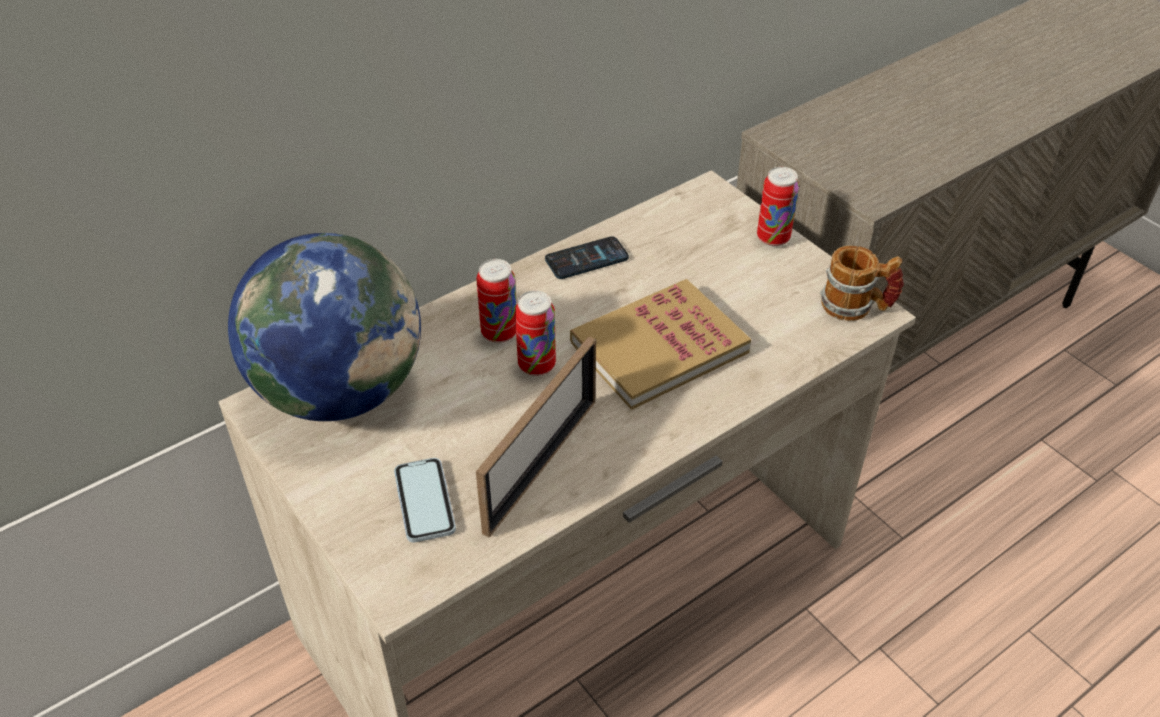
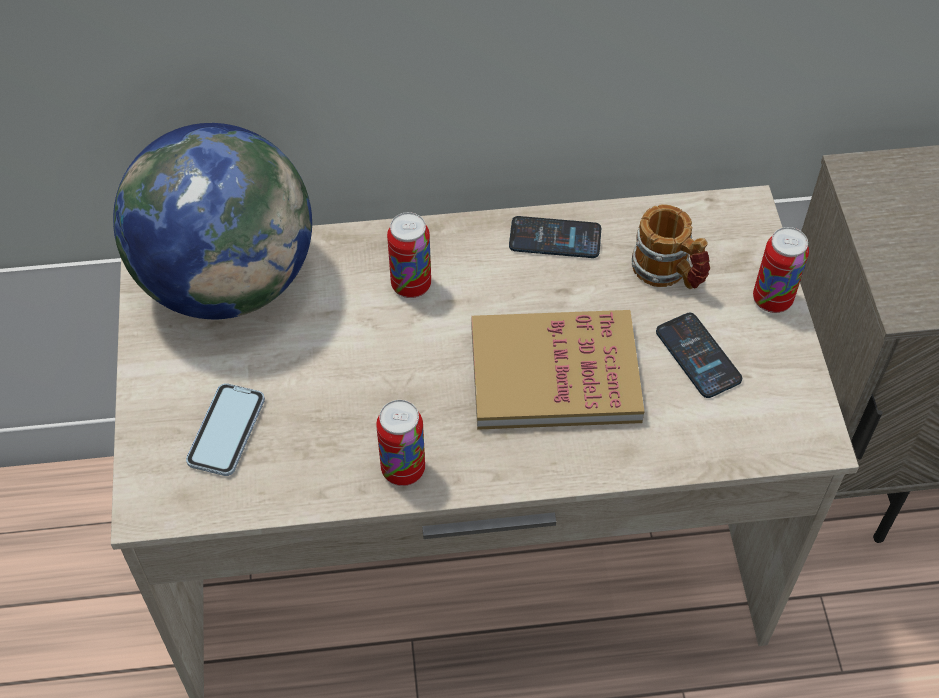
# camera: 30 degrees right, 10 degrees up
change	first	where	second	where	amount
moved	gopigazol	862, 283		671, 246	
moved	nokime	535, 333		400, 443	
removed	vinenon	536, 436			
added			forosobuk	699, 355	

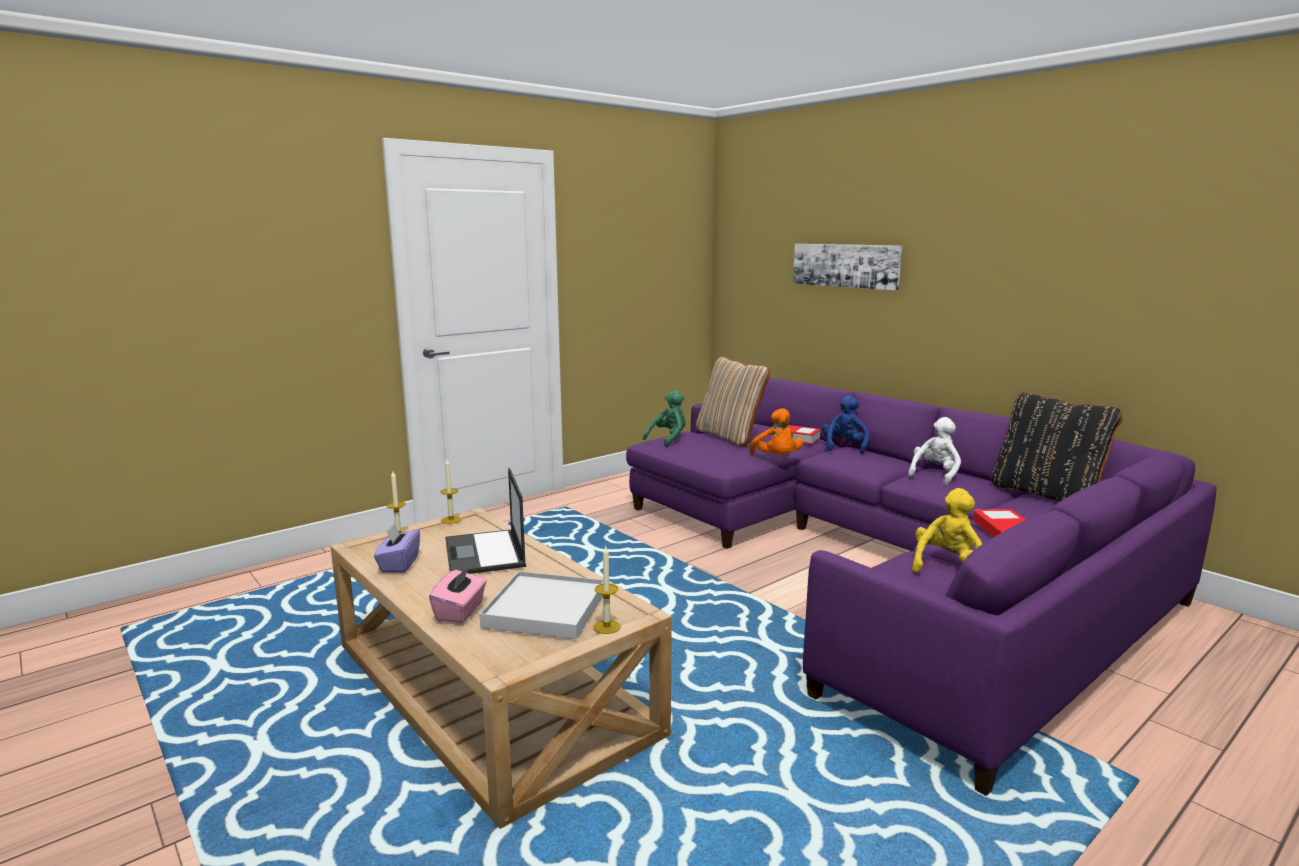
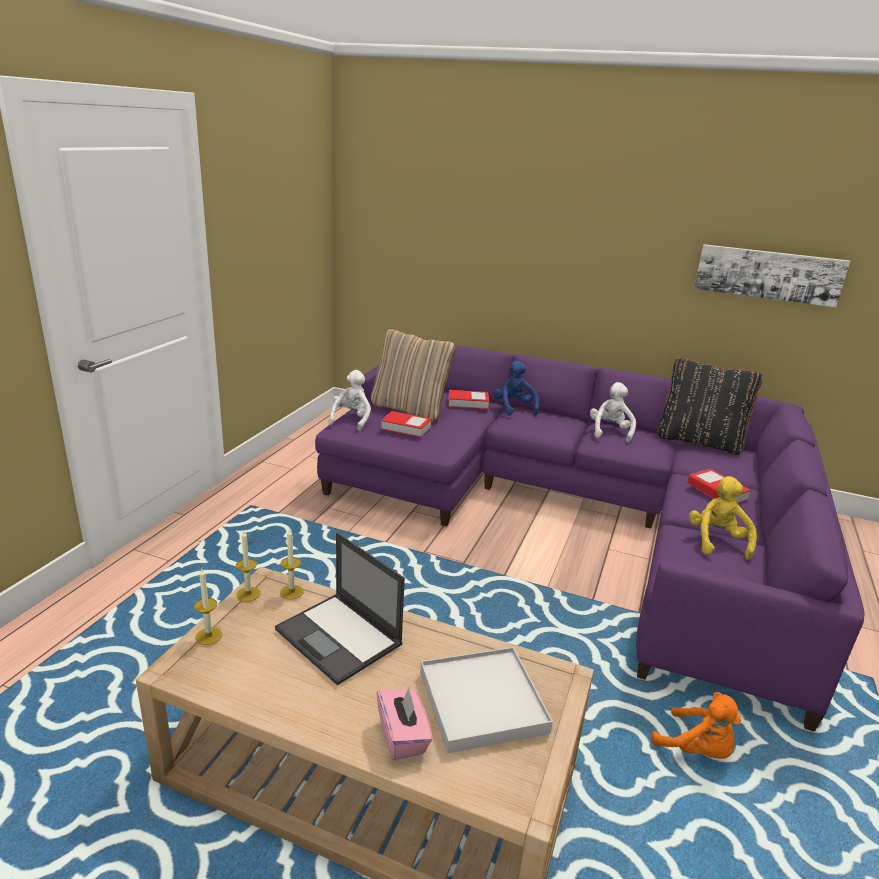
# camera: 30 degrees left, 10 degrees up
change	first	where	second	where	amount
moved	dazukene	847, 267		772, 275	
recoloured	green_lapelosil	664, 419	white_lapelosil	350, 400	
moved	orange_lapelosil	776, 431		696, 725	
removed	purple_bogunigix	397, 547			
moved	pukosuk	607, 590		292, 564	
added			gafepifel	406, 424	

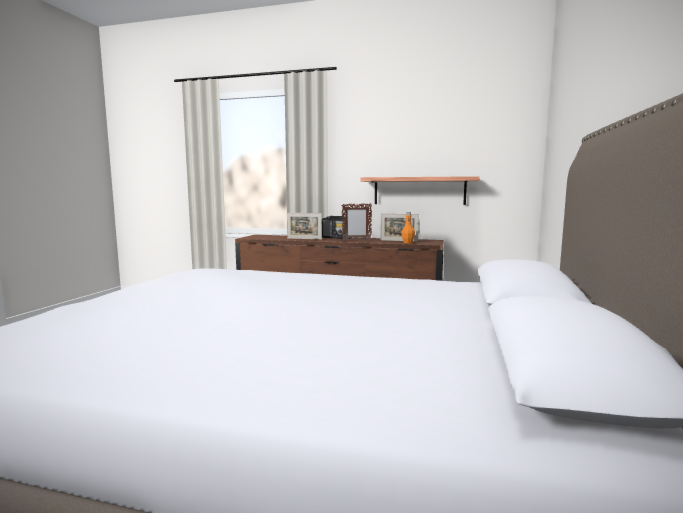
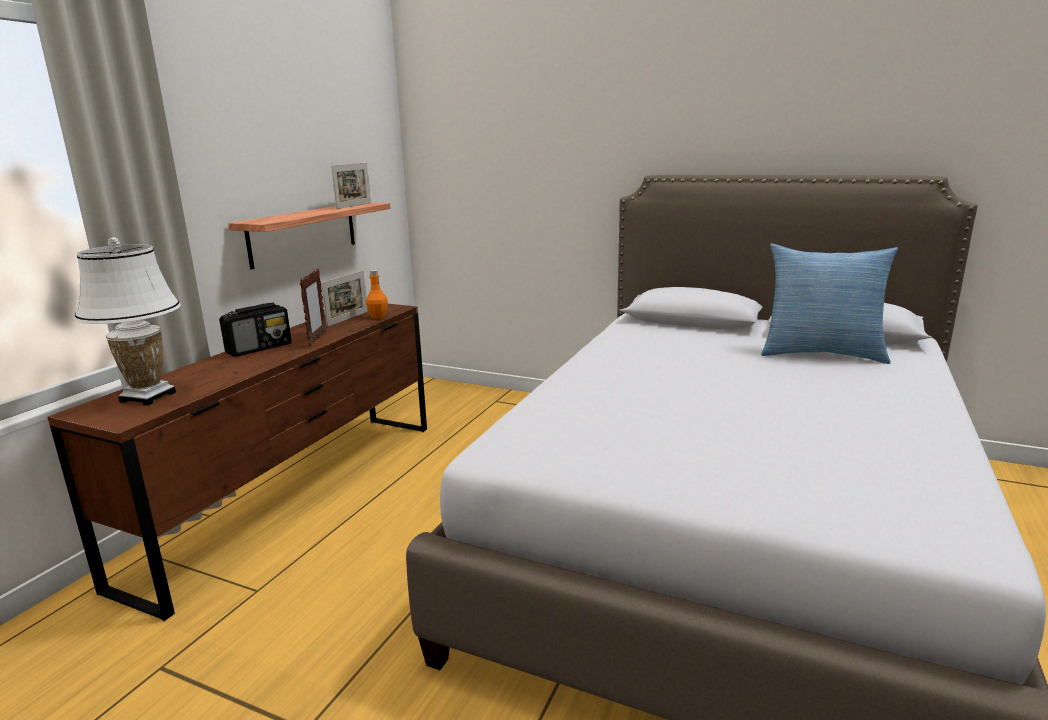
# camera: 80 degrees left, 10 degrees up
change	first	where	second	where	amount
moved	vinenon	304, 226		351, 186	
added			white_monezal	127, 321	
added			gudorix	829, 304	

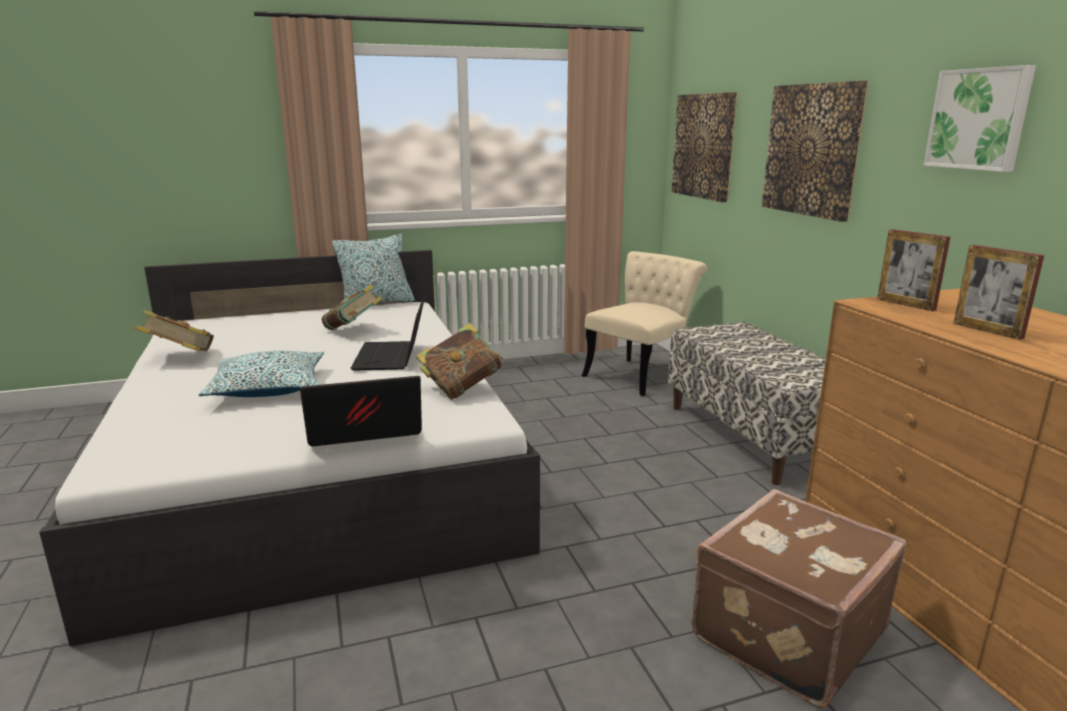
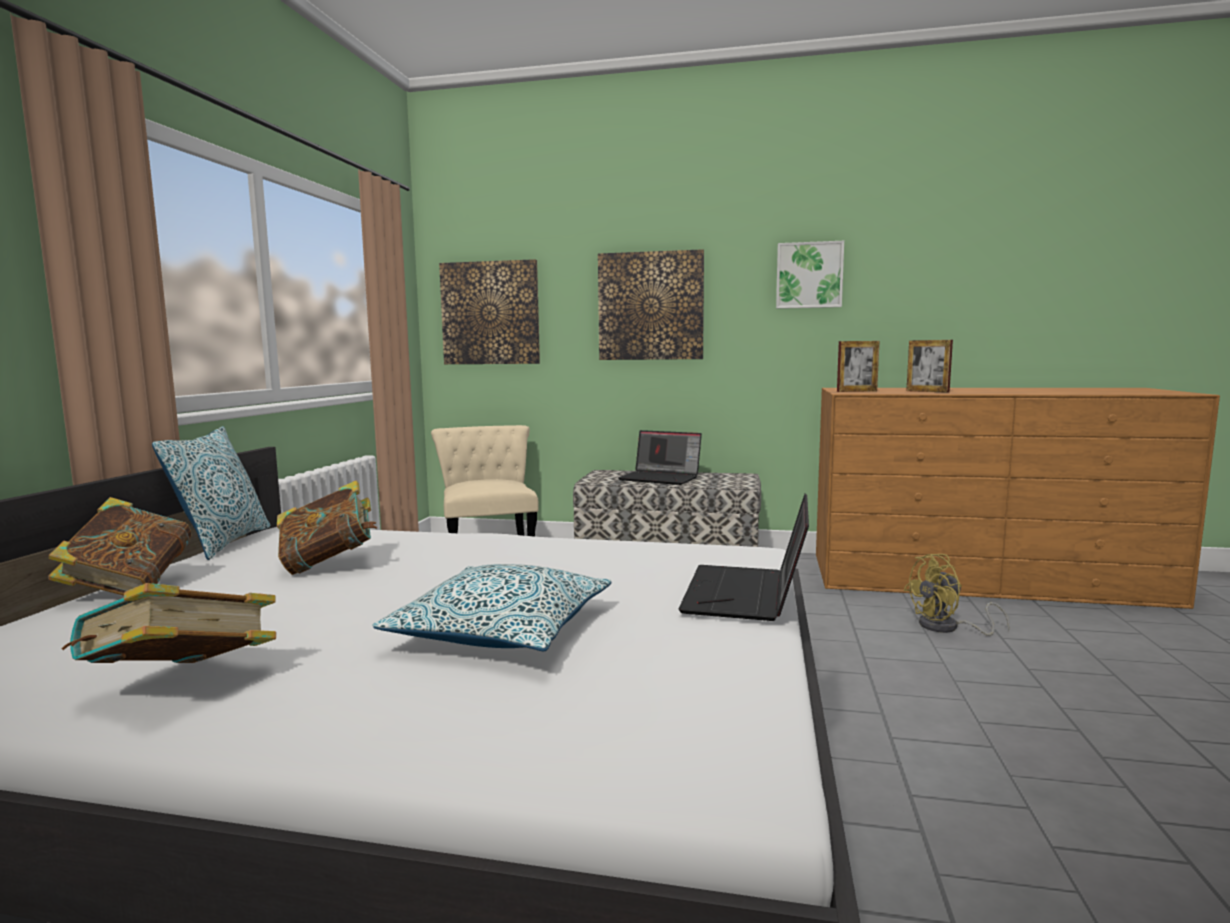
# camera: 60 degrees left, 10 degrees down
change	first	where	second	where	amount
turned	vinenon	998, 292		929, 366	45 degrees clockwise
moved	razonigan	388, 333		660, 457	
moved	gafepifel	460, 361		120, 546	
replaced	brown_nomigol	798, 598	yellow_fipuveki	956, 595	

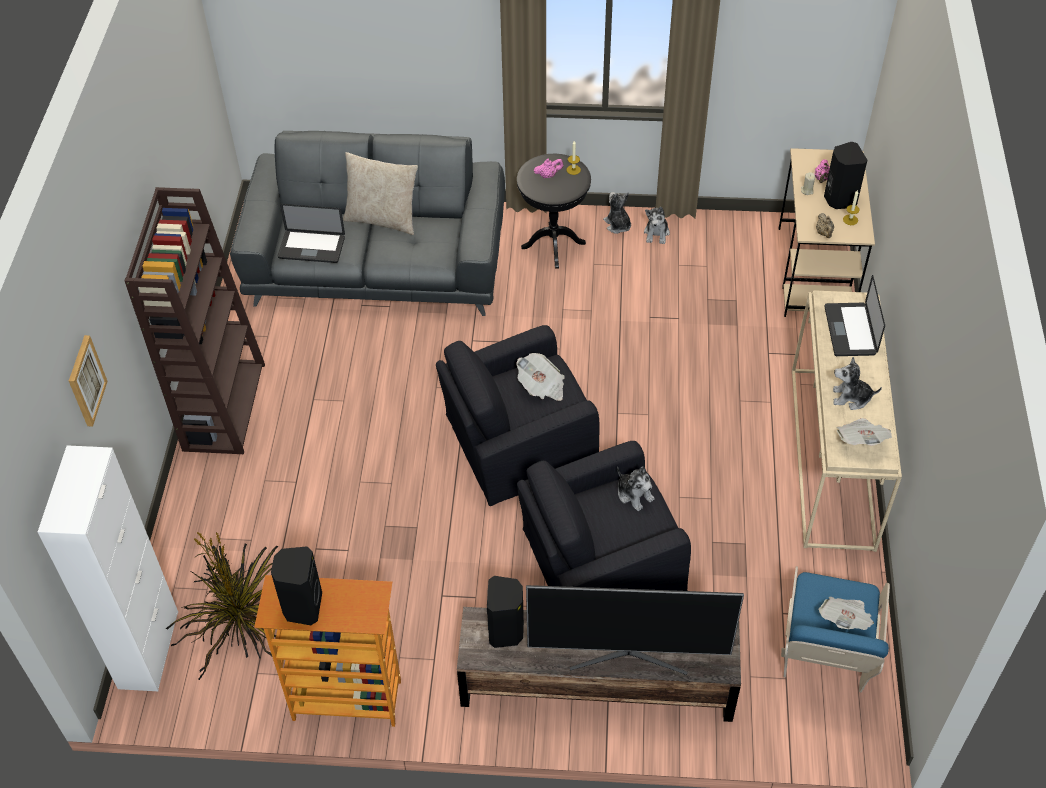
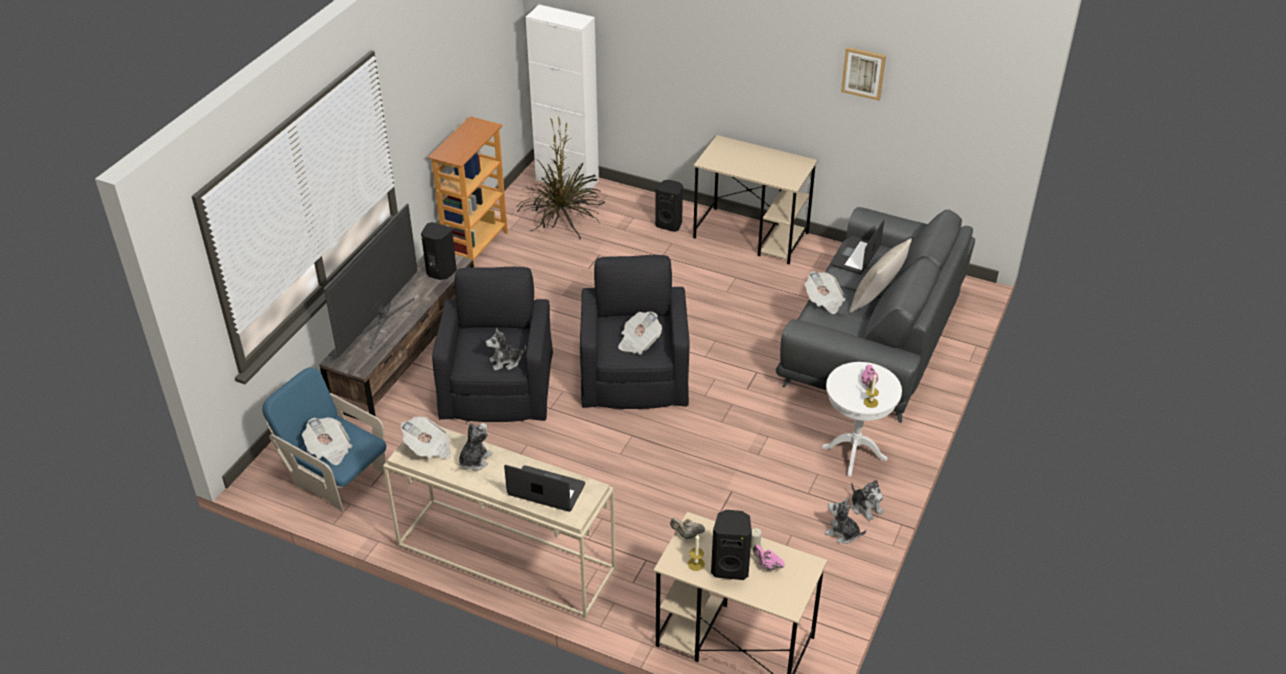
# camera: 110 degrees right, 10 degrees down
change	first	where	second	where	amount
recoloured	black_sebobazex	554, 211	white_sebobazex	862, 419	
replaced	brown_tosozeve	194, 320	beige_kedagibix	755, 200	
turned	lapelosil	617, 213		867, 500	60 degrees clockwise
moved	dazukene	88, 380		863, 74	
moved	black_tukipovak	296, 585		669, 206	
added			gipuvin	825, 292	

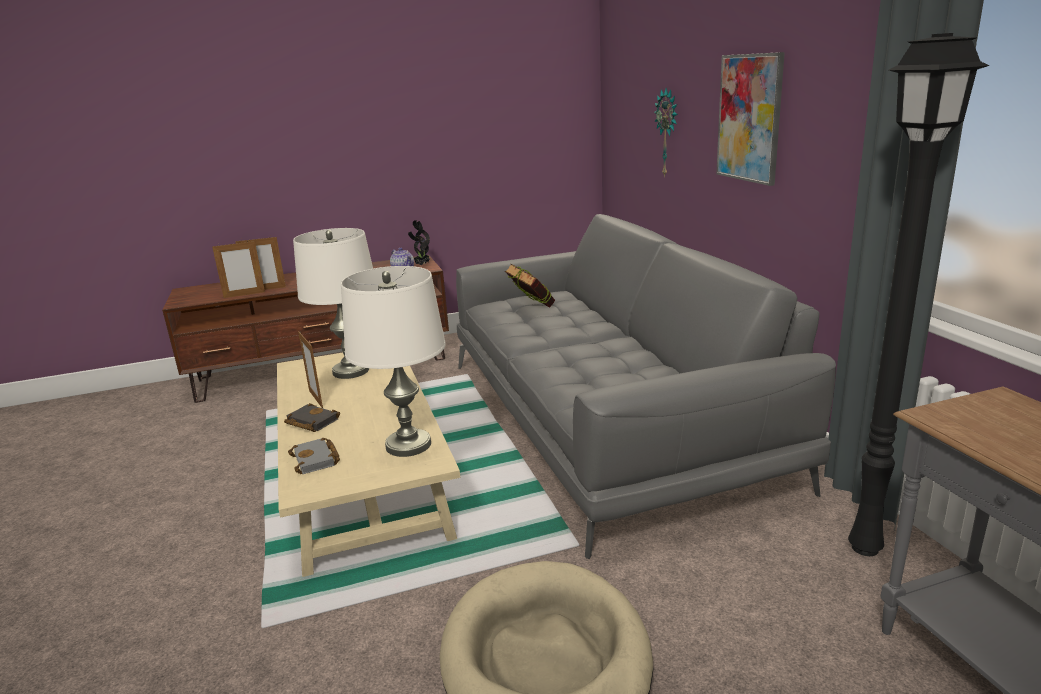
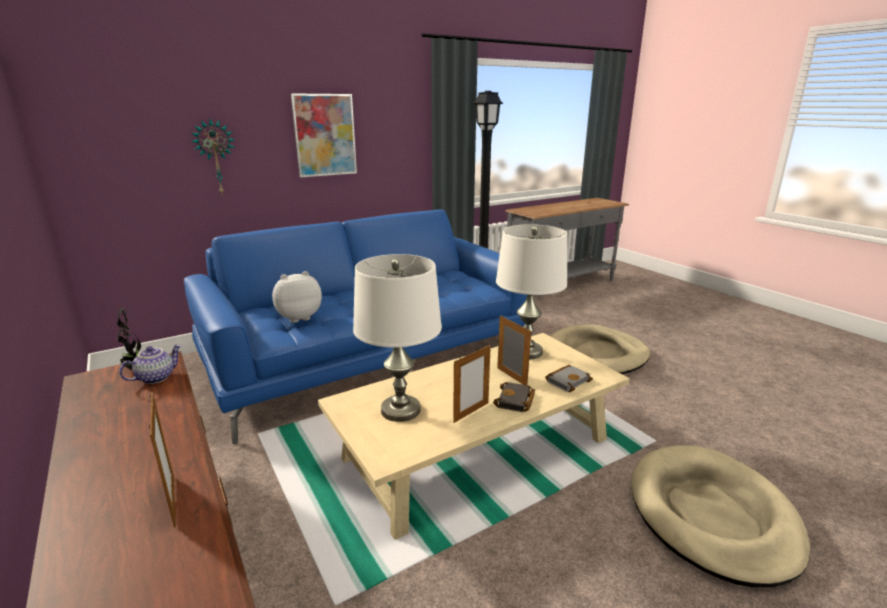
# camera: 105 degrees left, 0 degrees up
change	first	where	second	where	amount
recoloured	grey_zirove	646, 386	blue_zirove	355, 326	
moved	vinenon	238, 269		514, 350	
replaced	gafepifel	530, 285	lapelosil	297, 297	
added			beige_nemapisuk	720, 516	

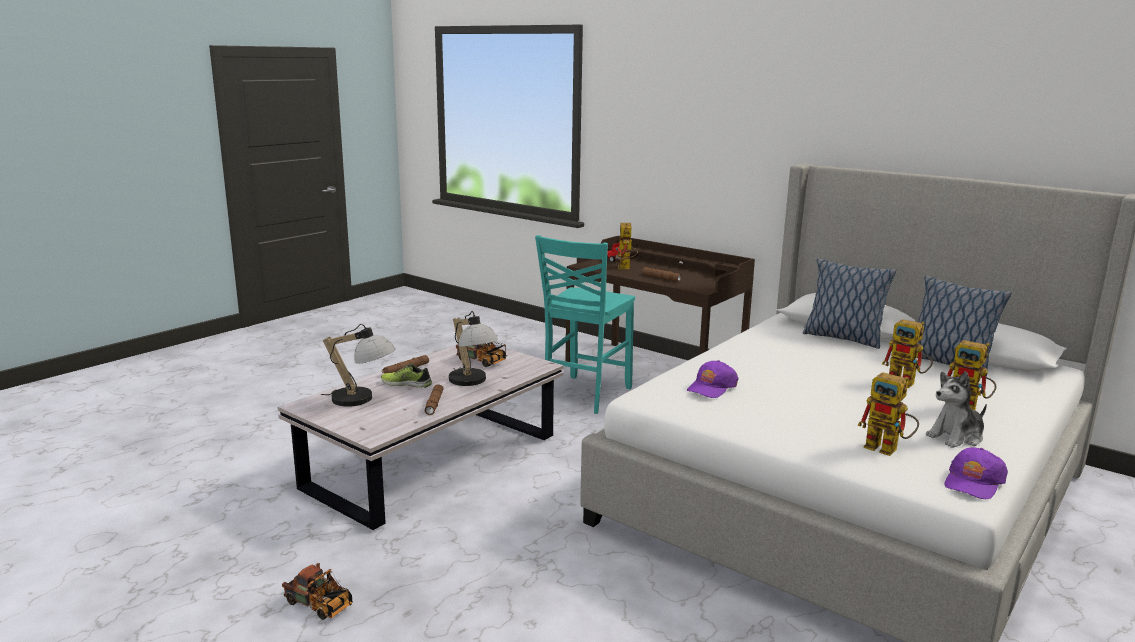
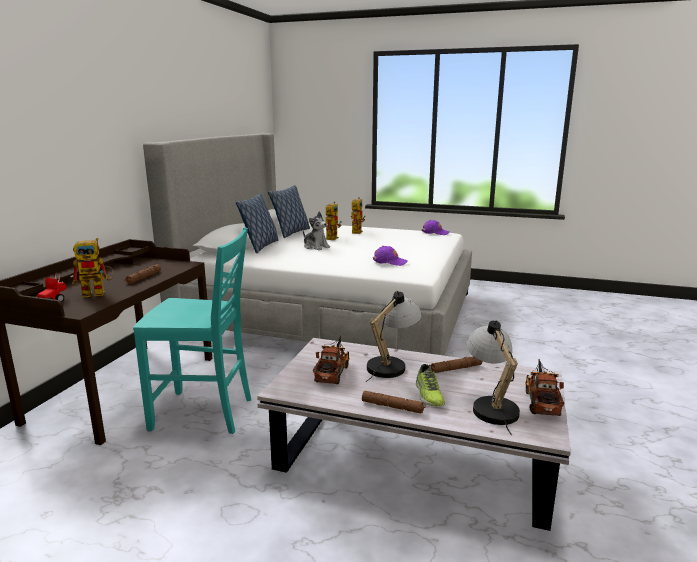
# camera: 110 degrees left, 0 degrees up
change	first	where	second	where	amount
moved	lapelosil	956, 409		316, 230	
removed	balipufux	888, 414			
moved	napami	317, 591		544, 387	

